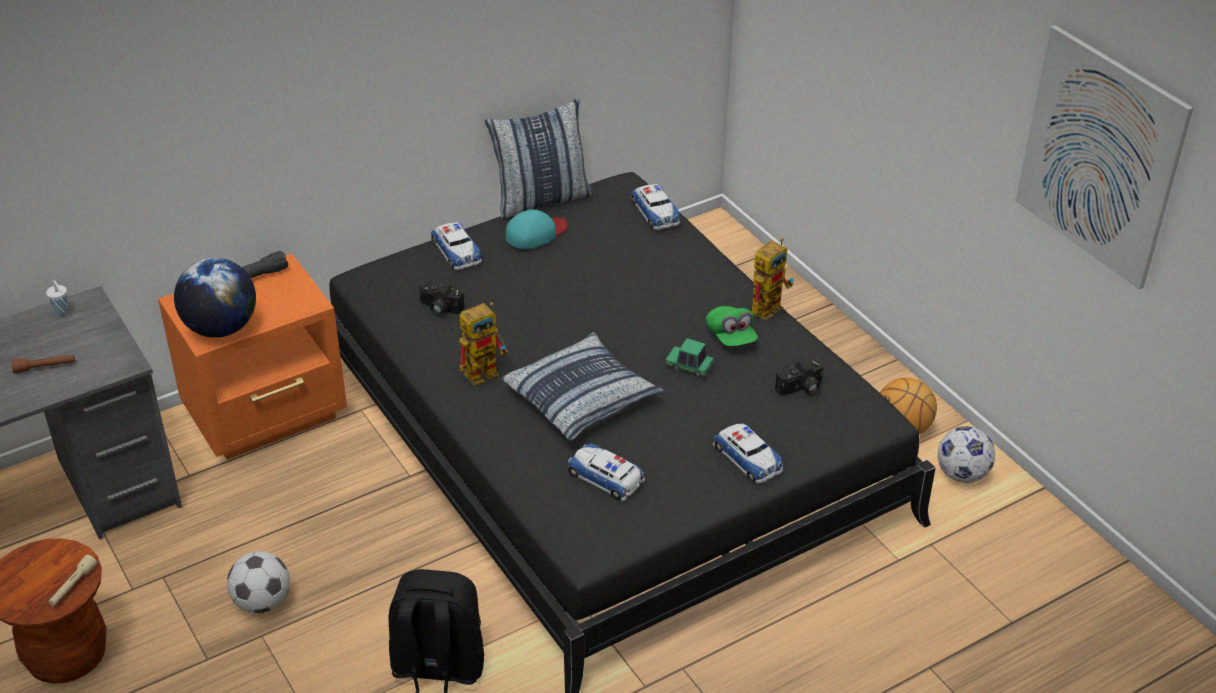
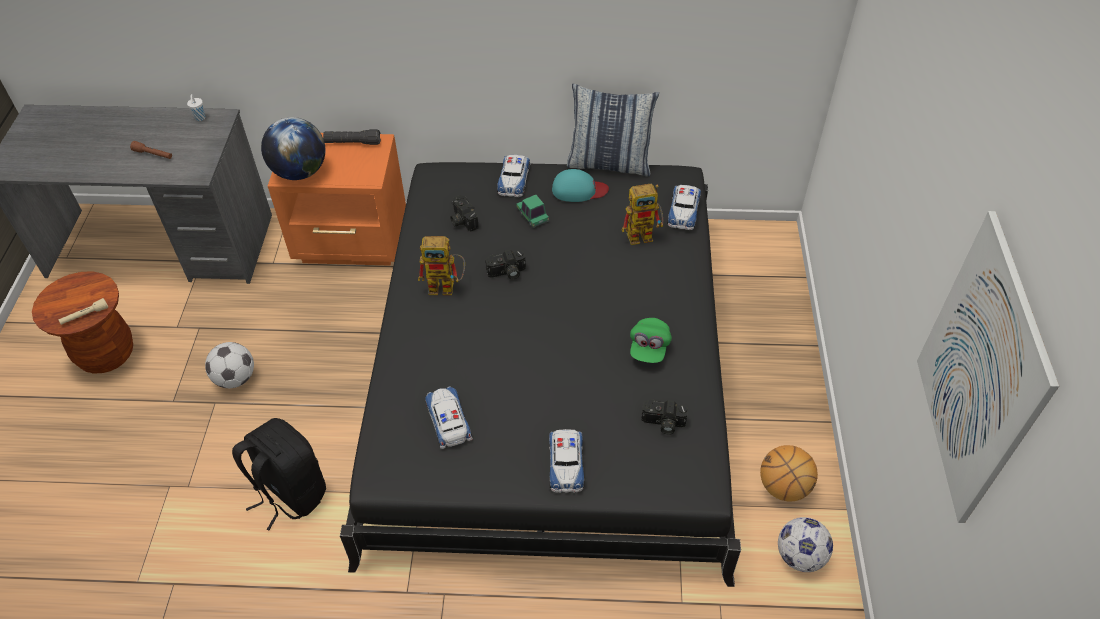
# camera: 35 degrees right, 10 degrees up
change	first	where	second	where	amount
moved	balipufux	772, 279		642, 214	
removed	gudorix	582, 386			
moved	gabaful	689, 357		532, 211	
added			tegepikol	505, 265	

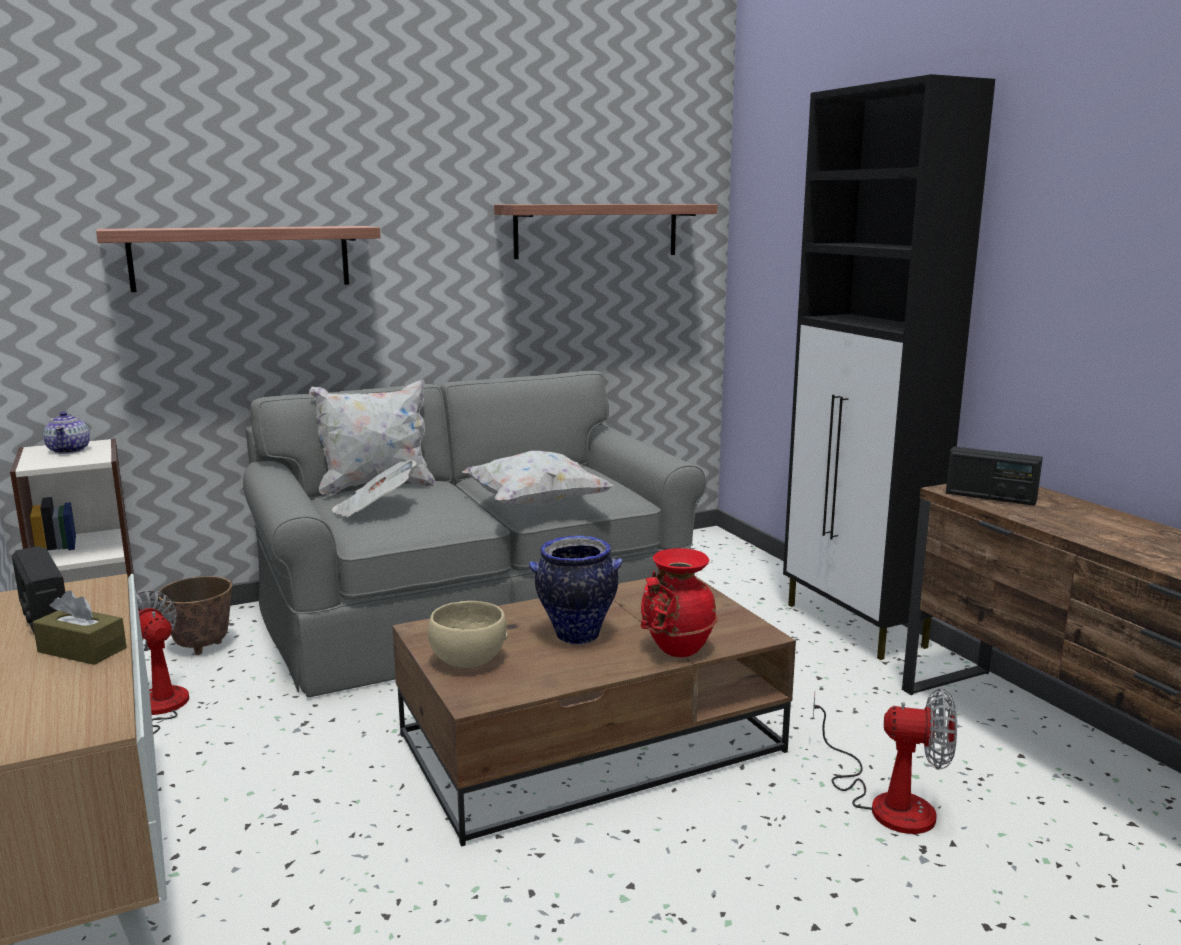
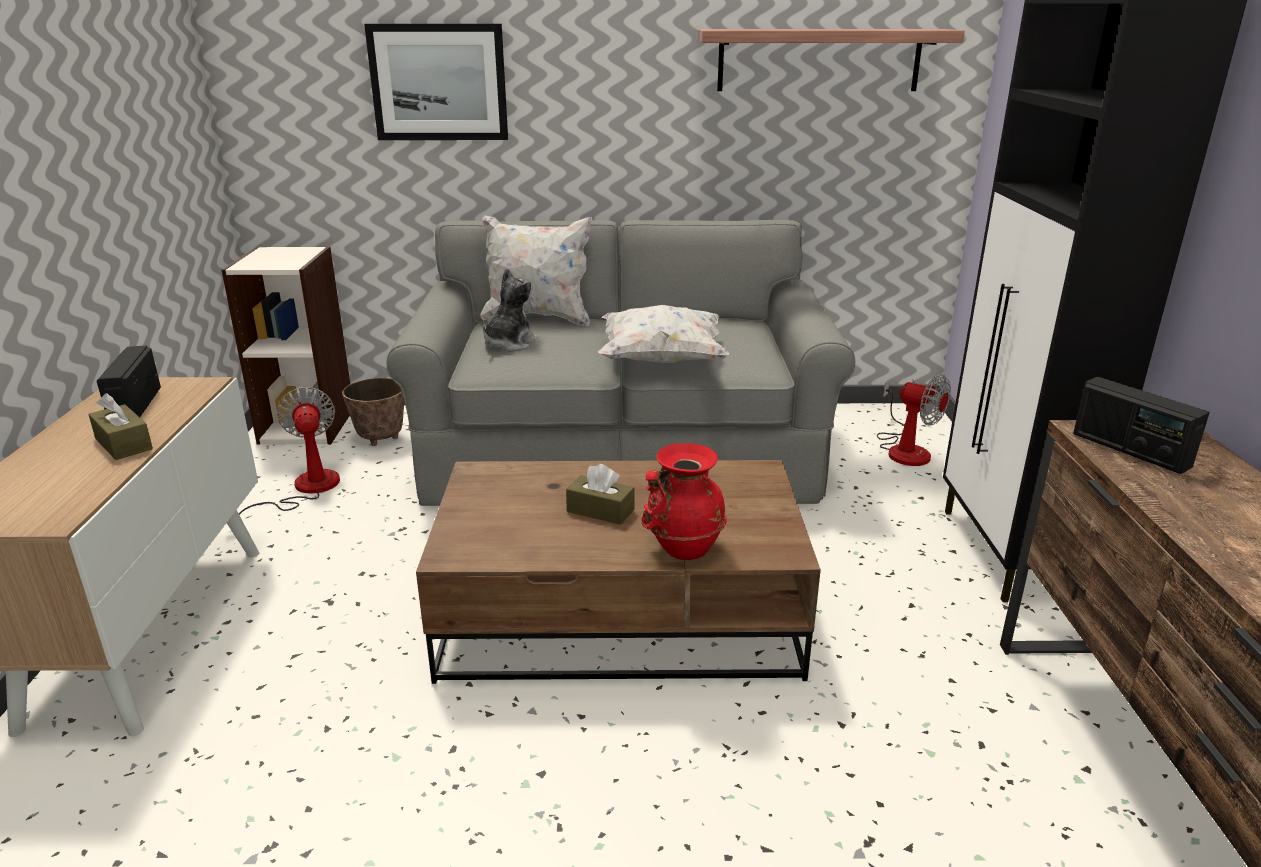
# camera: 25 degrees right, 10 degrees up
change	first	where	second	where	amount
replaced	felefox	238, 259	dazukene	436, 82	
removed	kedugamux	66, 432			
replaced	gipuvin	374, 488	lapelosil	510, 309	
replaced	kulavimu	576, 589	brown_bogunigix	600, 494	
removed	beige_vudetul	468, 634			
moved	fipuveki	885, 761		914, 420	

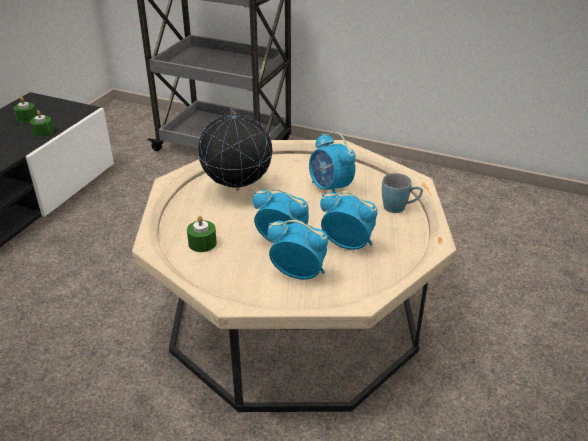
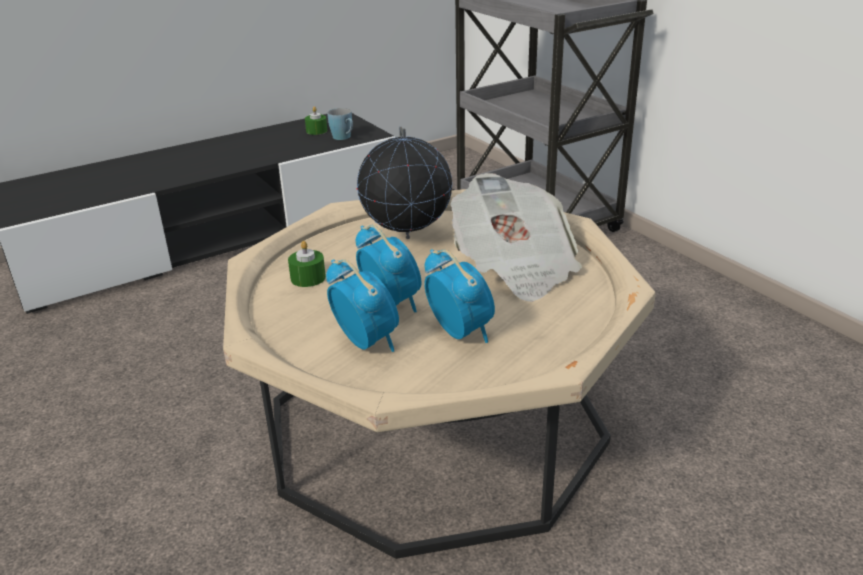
# camera: 35 degrees right, 5 degrees down
change	first	where	second	where	amount
removed	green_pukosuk	42, 123			
replaced	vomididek	332, 162	gipuvin	516, 237	
moved	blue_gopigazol	402, 193		340, 124	

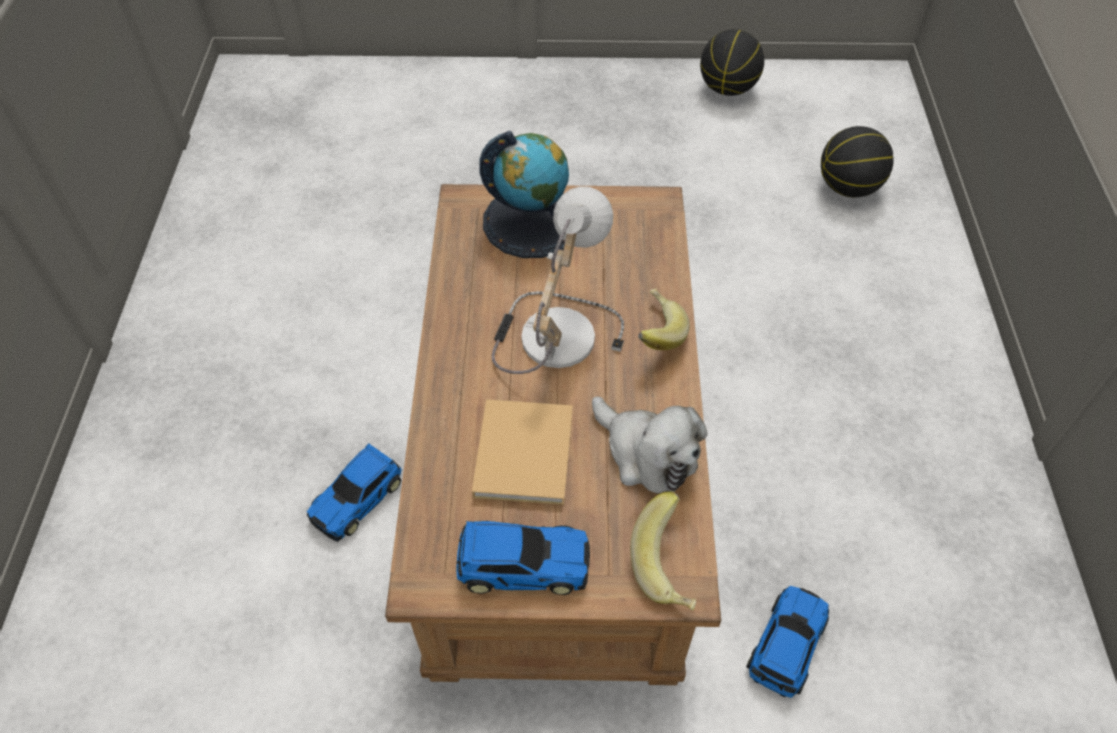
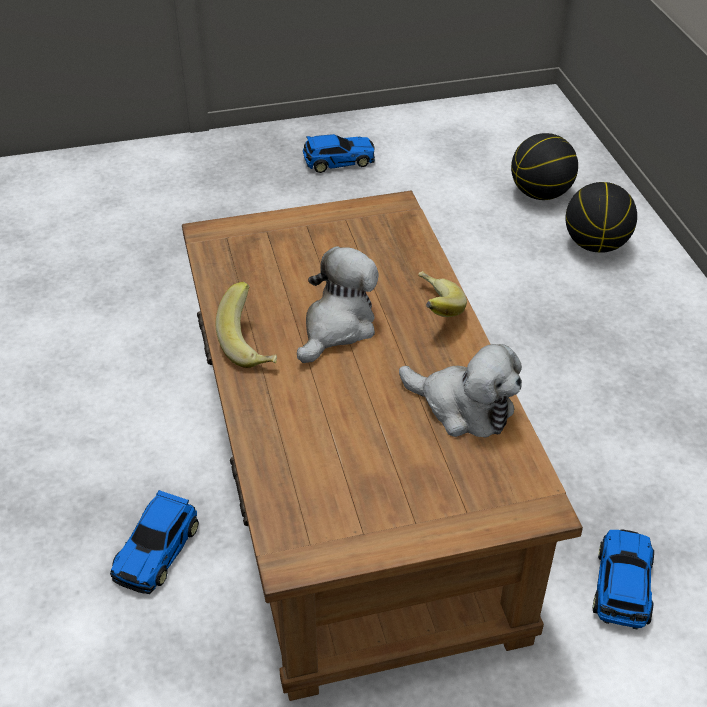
# camera: 15 degrees left, 10 degrees down
change	first	where	second	where	amount
moved	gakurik	732, 62		601, 217	
removed	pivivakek	524, 194			
replaced	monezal	558, 280	lapelosil	338, 304	
removed	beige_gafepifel	522, 452			
moved	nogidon	663, 550		246, 325	
moved	gabaful	523, 558		339, 153	

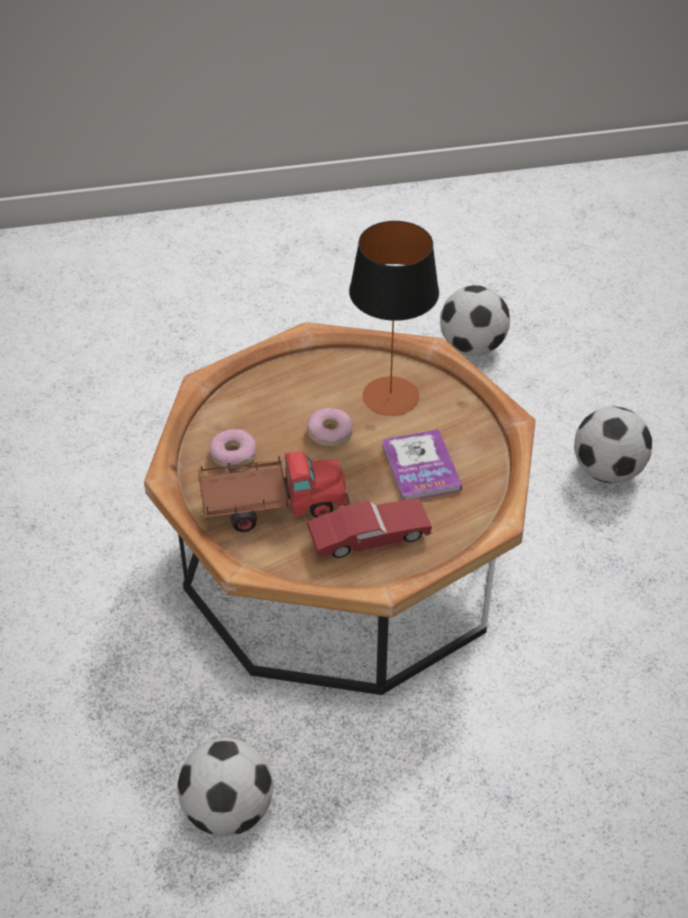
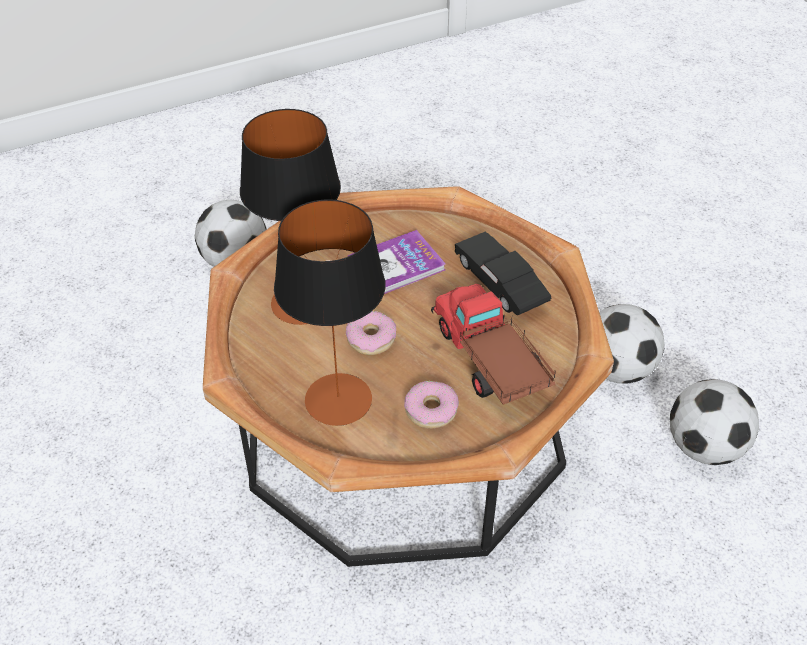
# camera: 105 degrees left, 0 degrees up
change	first	where	second	where	amount
moved	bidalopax	475, 320		632, 344	
recoloured	red_gabaful	369, 528	black_gabaful	503, 273	
added			monezal	330, 312	

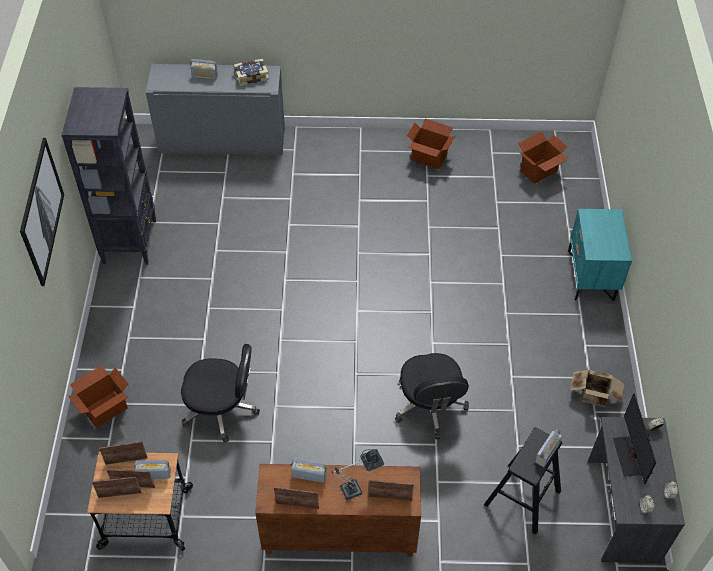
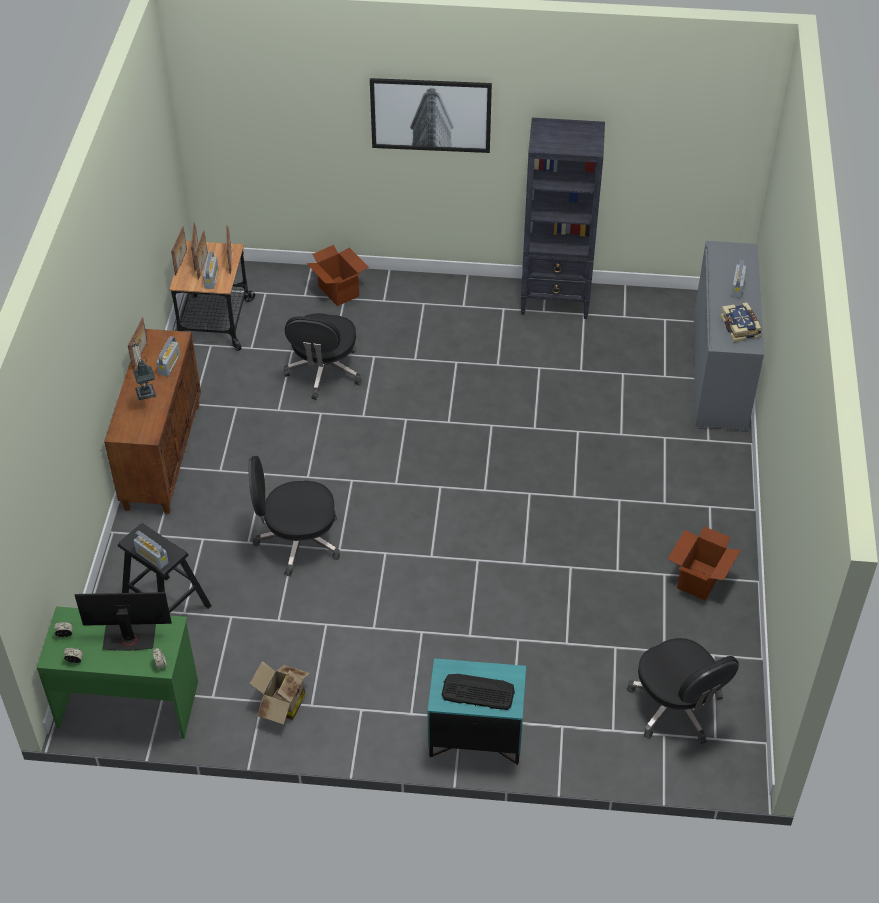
# camera: 95 degrees right, 5 degrees down
change	first	where	second	where	amount
replaced	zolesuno	543, 157	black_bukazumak	683, 691	
recoloured	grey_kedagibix	636, 490	green_kedagibix	117, 672	
moved	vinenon	391, 490		179, 251	
added			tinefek	478, 692	

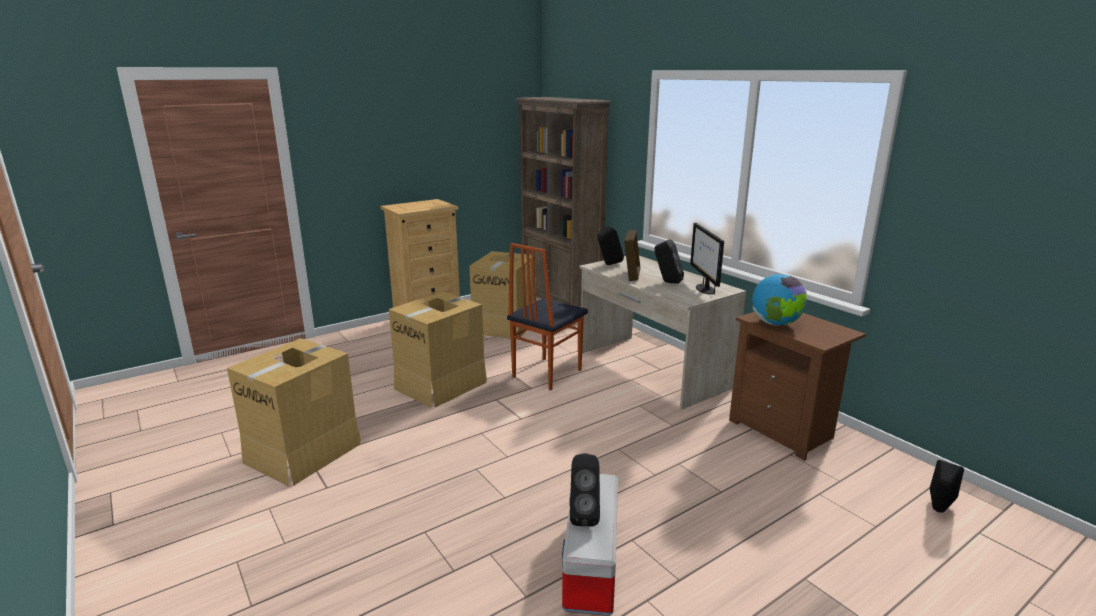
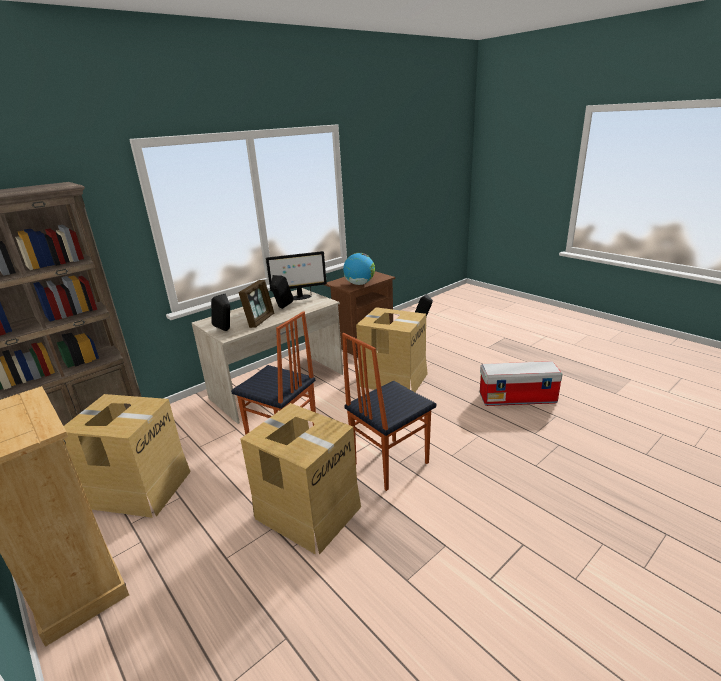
# camera: 95 degrees left, 5 degrees up
change	first	where	second	where	amount
turned	vinenon	632, 255		256, 304	105 degrees clockwise
moved	zolesuno	294, 412		392, 349	
removed	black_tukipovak	585, 489			
added			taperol	389, 412	

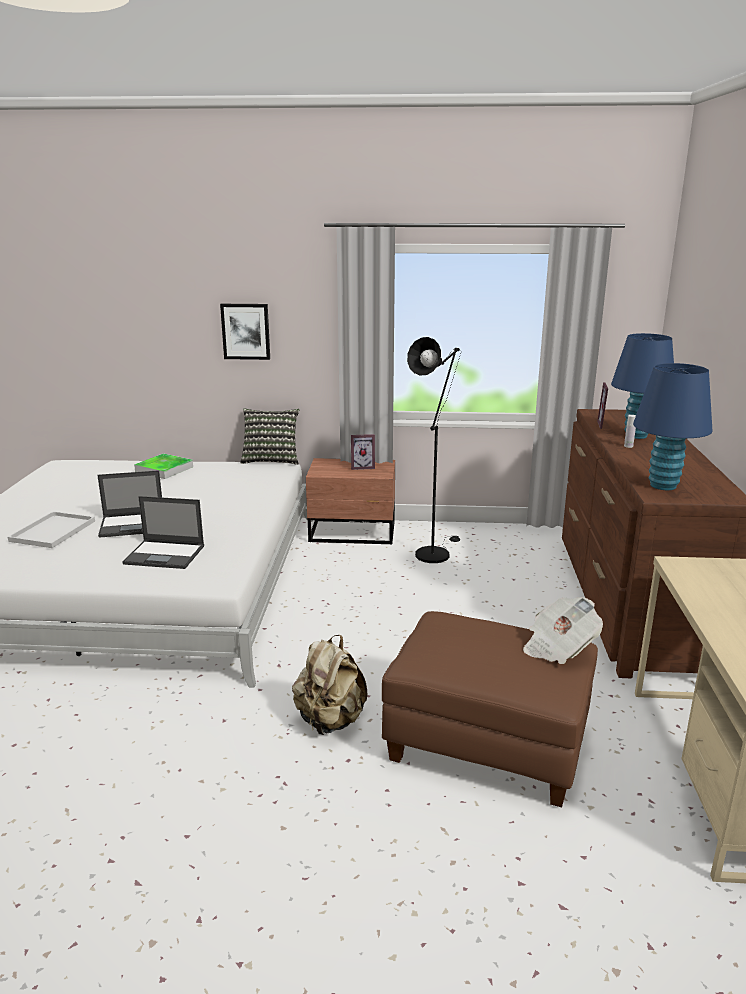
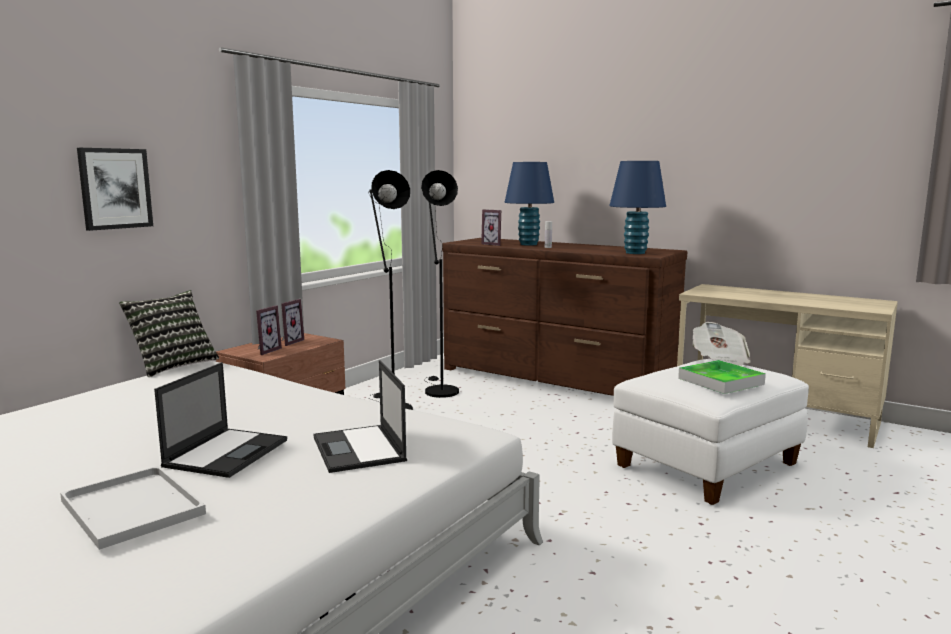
# camera: 60 degrees left, 10 degrees down
change	first	where	second	where	amount
moved	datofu	163, 466		722, 377	
turned	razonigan	163, 532		360, 416	120 degrees clockwise
recoloured	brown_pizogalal	490, 709	white_pizogalal	710, 432	
removed	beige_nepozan	330, 685			
added			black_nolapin	440, 284	
added			vinenon	269, 330	

